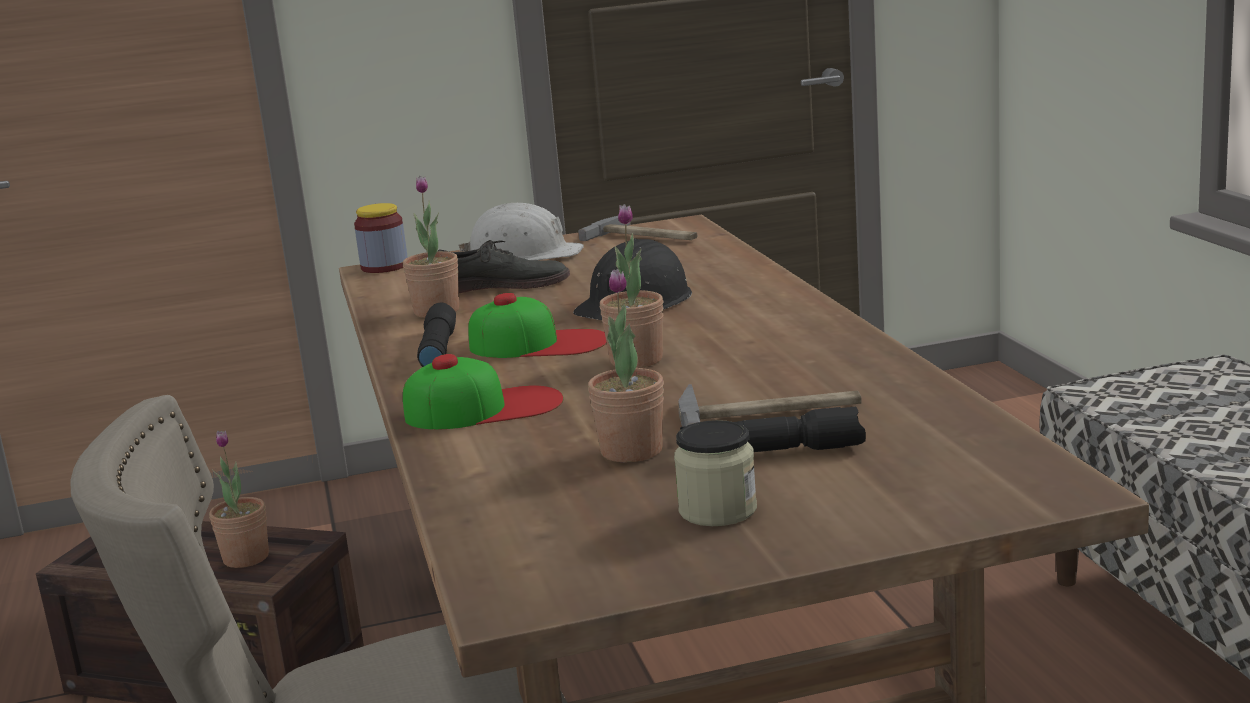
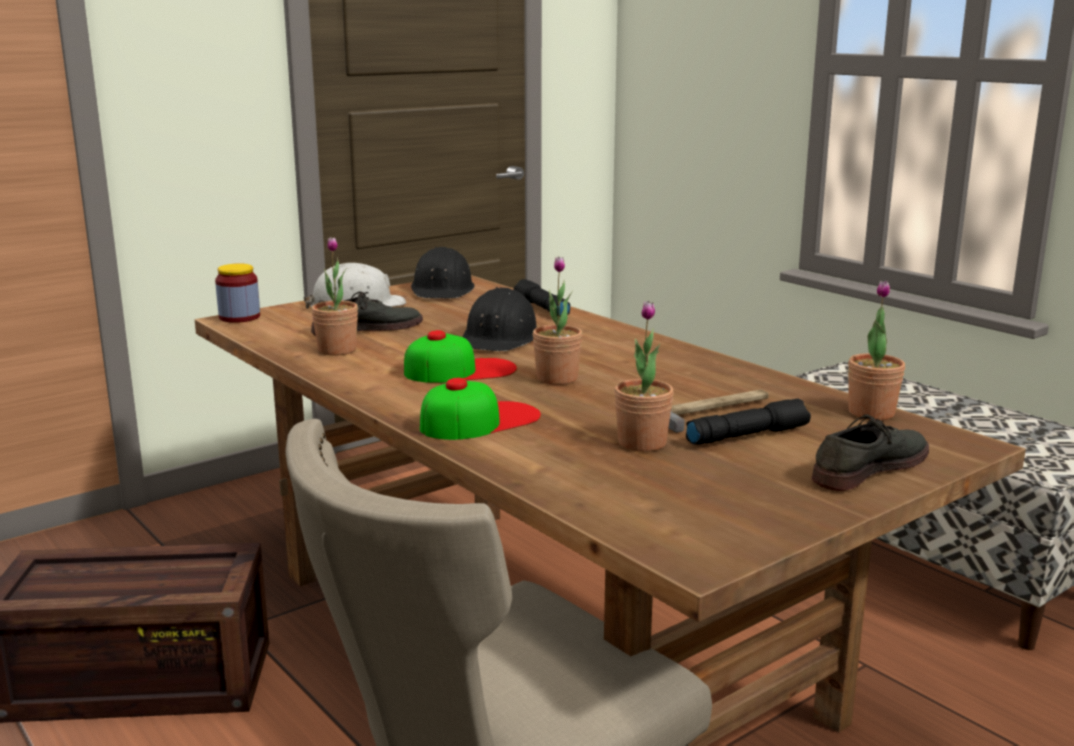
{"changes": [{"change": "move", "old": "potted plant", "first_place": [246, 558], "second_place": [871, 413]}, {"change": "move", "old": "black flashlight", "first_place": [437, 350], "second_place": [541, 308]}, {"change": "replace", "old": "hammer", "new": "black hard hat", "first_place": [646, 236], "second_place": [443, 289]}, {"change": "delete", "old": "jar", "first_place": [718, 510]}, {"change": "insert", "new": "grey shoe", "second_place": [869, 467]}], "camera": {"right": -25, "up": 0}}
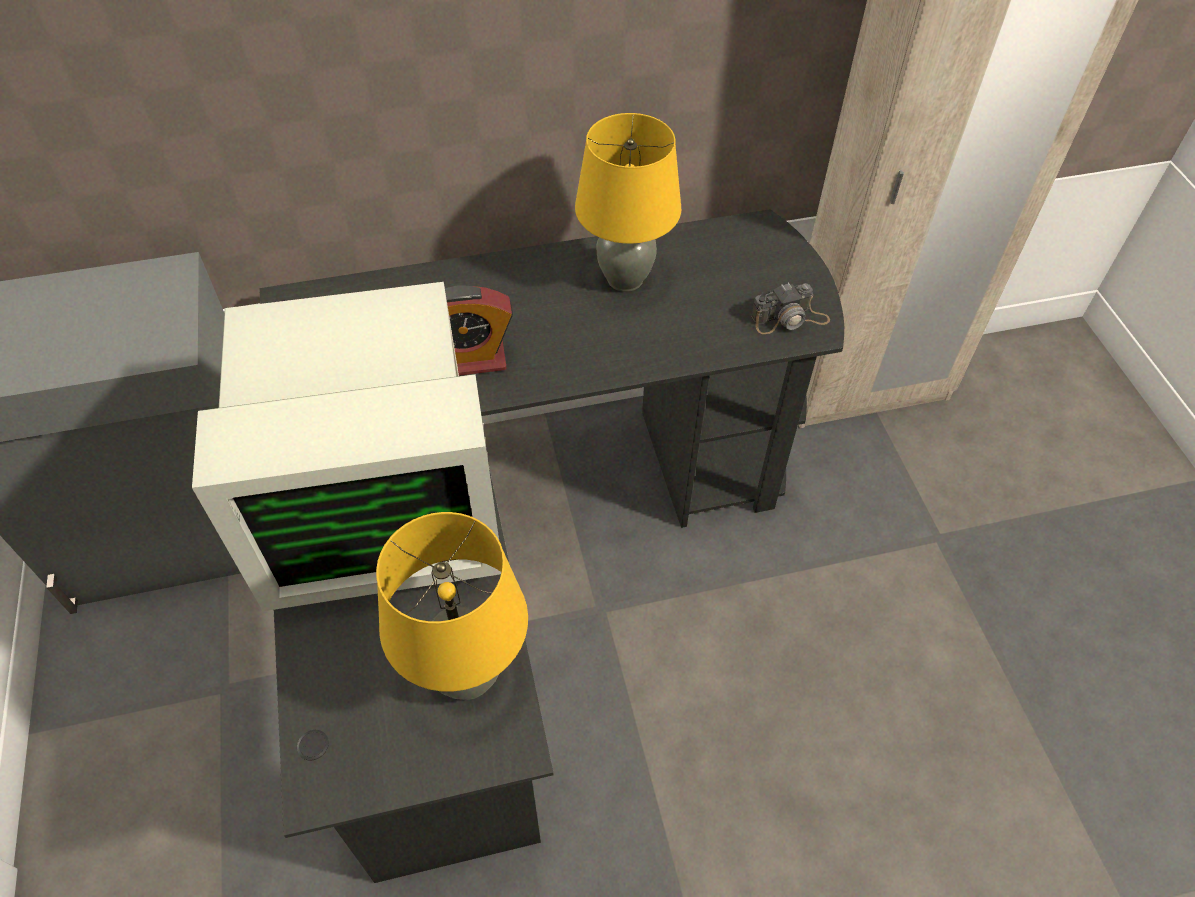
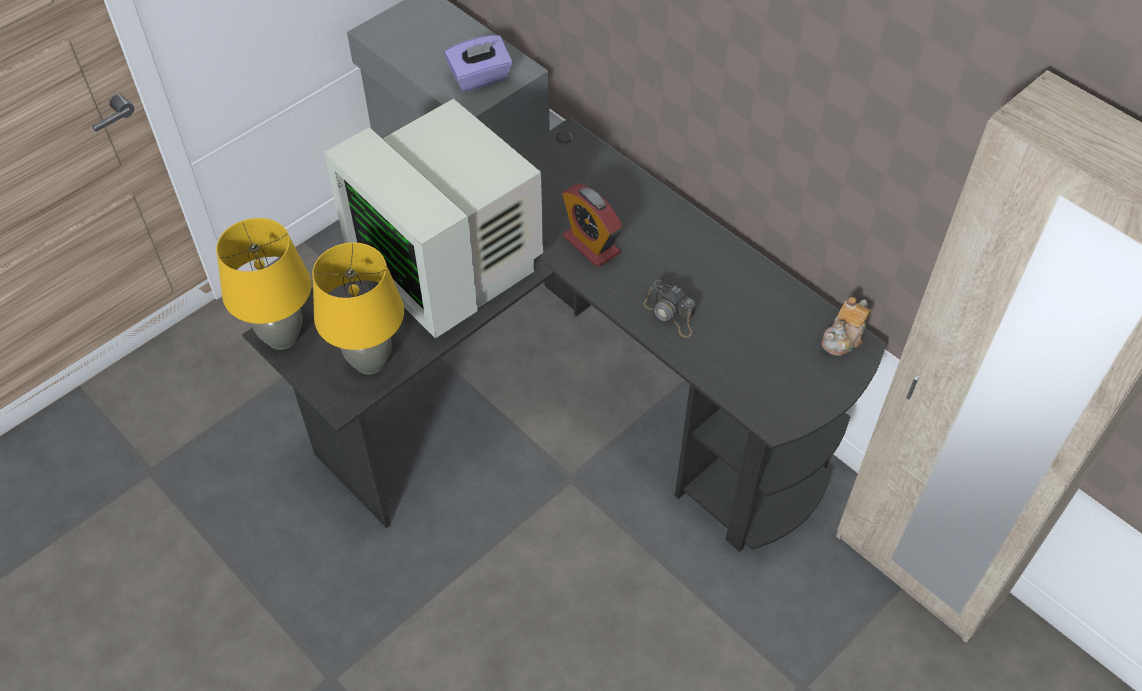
{"changes": [{"change": "move", "old": "yellow table lamp", "first_place": [625, 279], "second_place": [282, 338]}, {"change": "move", "old": "photo camera", "first_place": [789, 319], "second_place": [671, 314]}, {"change": "insert", "new": "purple tissue box", "second_place": [480, 78]}, {"change": "insert", "new": "teapot", "second_place": [843, 338]}], "camera": {"right": 60, "up": 0}}
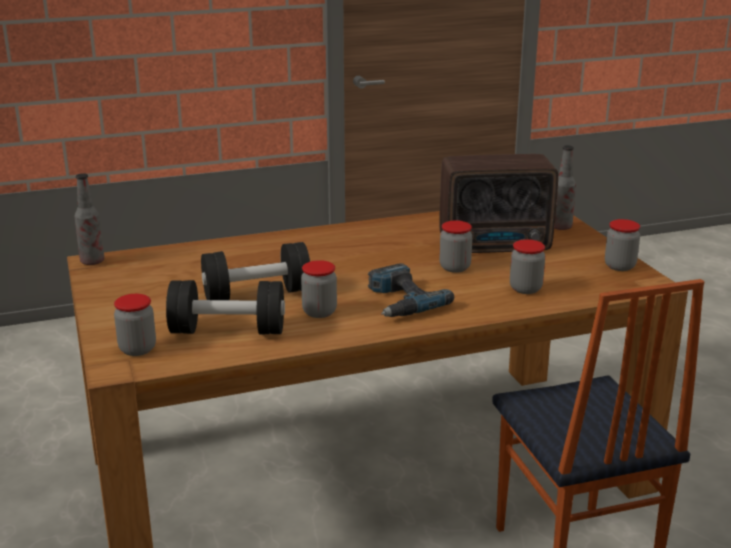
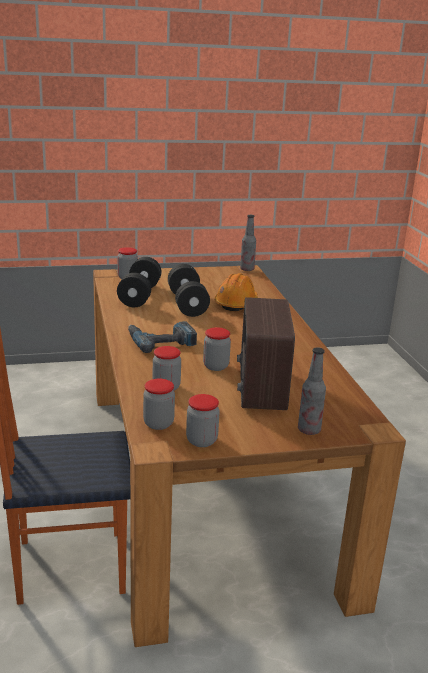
{"changes": [{"change": "move", "old": "jar", "first_place": [319, 312], "second_place": [158, 423]}, {"change": "insert", "new": "orange hard hat", "second_place": [236, 303]}], "camera": {"right": 95, "up": 0}}
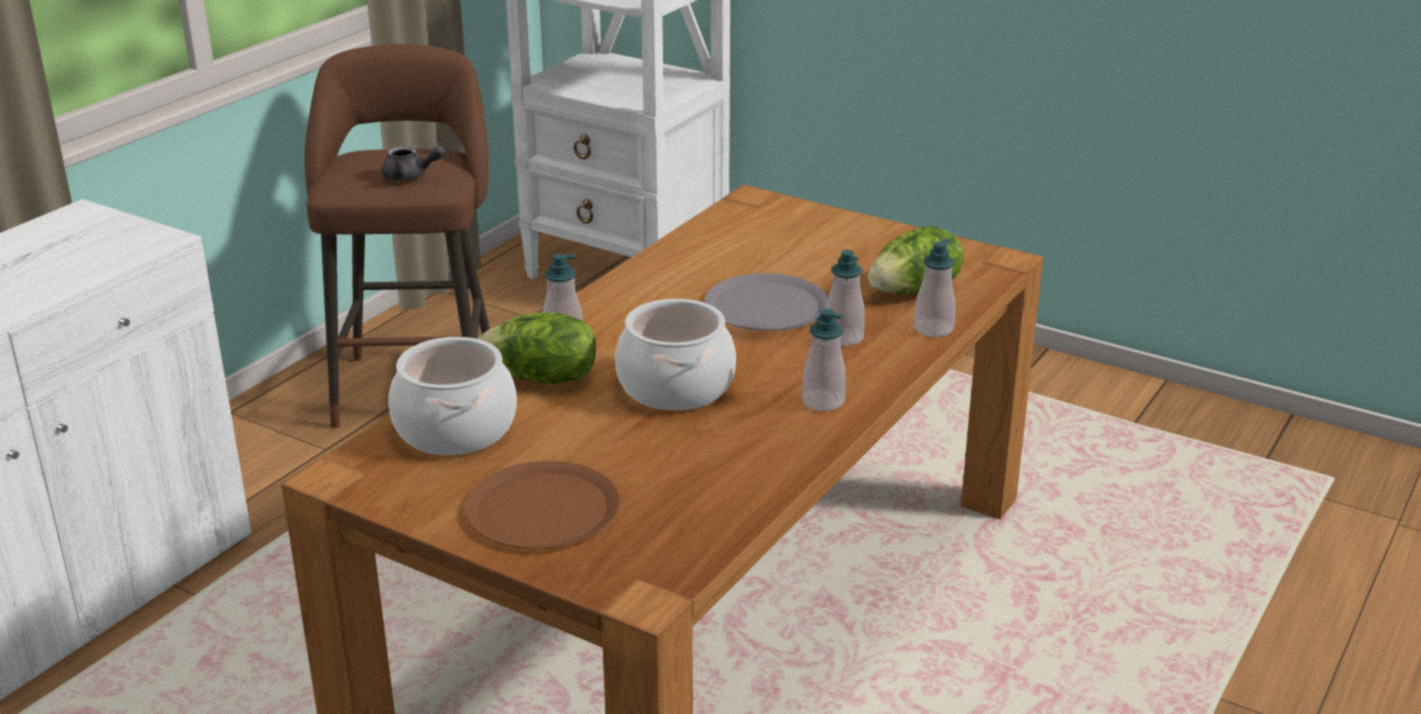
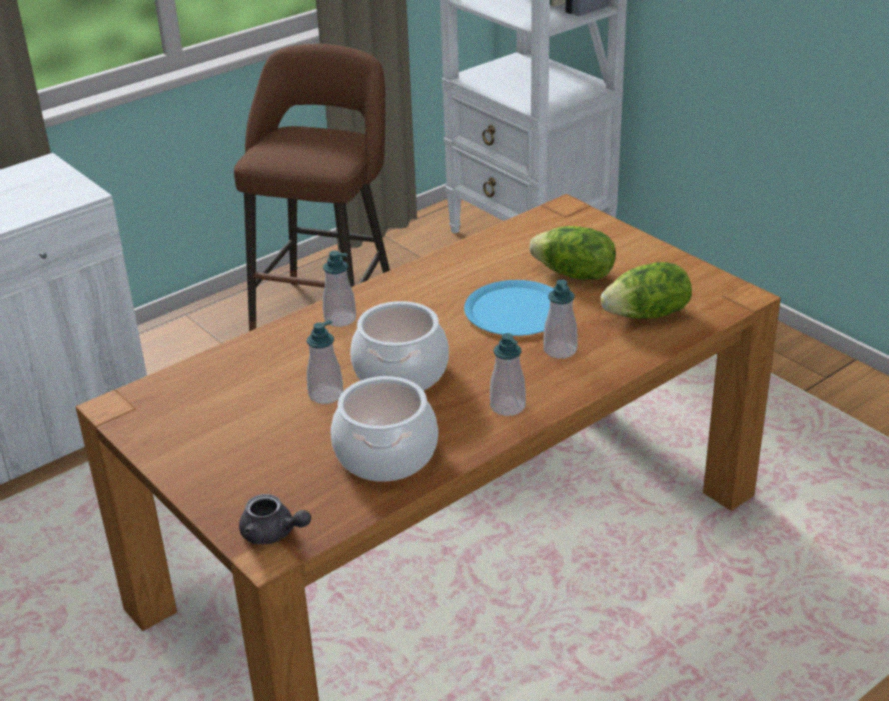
{"changes": [{"change": "move", "old": "grey teapot", "first_place": [411, 176], "second_place": [273, 534]}, {"change": "move", "old": "cooking pot", "first_place": [454, 428], "second_place": [385, 454]}, {"change": "delete", "old": "brown plate", "first_place": [542, 508]}, {"change": "move", "old": "lettuce", "first_place": [542, 379], "second_place": [574, 275]}, {"change": "recolor", "old": "grey plate", "new": "blue plate", "first_place": [766, 306], "second_place": [515, 311]}, {"change": "move", "old": "soap dispenser", "first_place": [933, 329], "second_place": [326, 394]}], "camera": {"right": 20, "up": 5}}
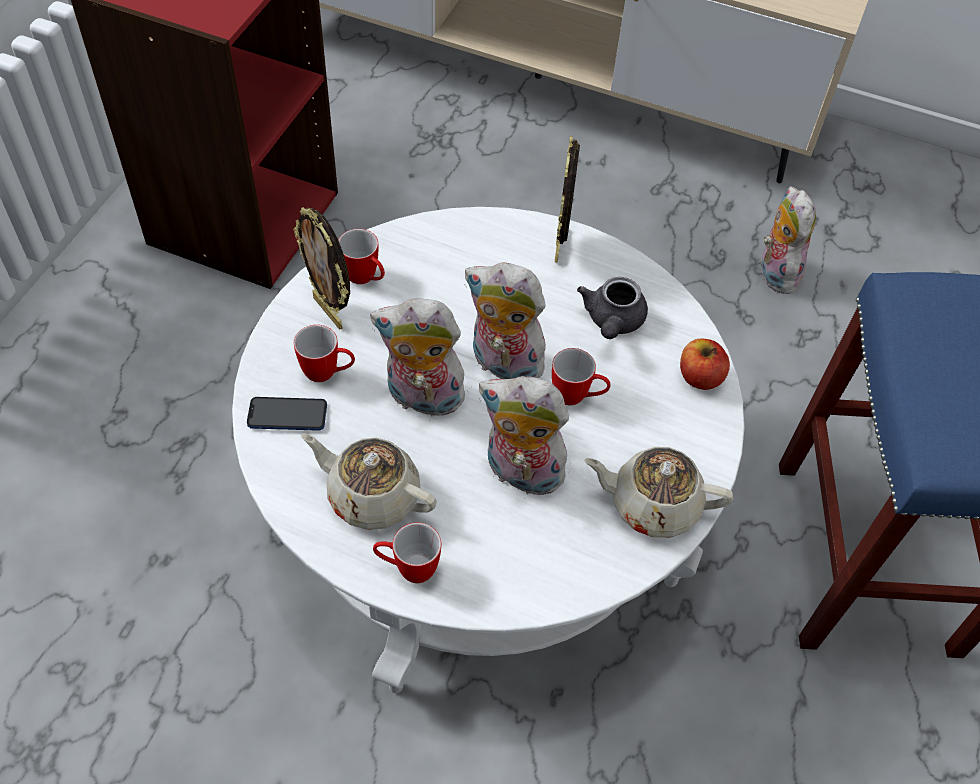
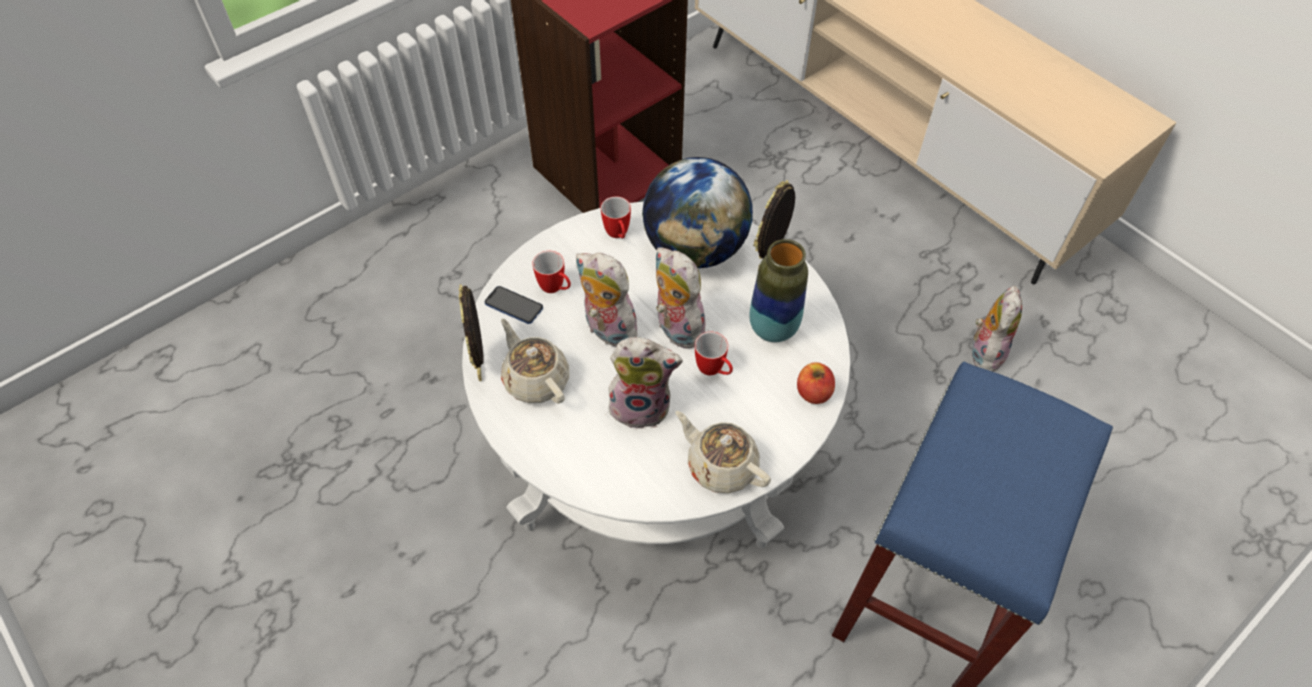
{"changes": [{"change": "move", "old": "picture frame", "first_place": [329, 312], "second_place": [481, 364]}, {"change": "delete", "old": "mug", "first_place": [407, 568]}, {"change": "rotate", "old": "plush toy", "first_place": [520, 473], "second_place": [641, 406], "degrees": 135}, {"change": "replace", "old": "grey teapot", "new": "vase", "first_place": [612, 321], "second_place": [773, 328]}, {"change": "insert", "new": "globe", "second_place": [695, 248]}], "camera": {"right": 30, "up": 0}}
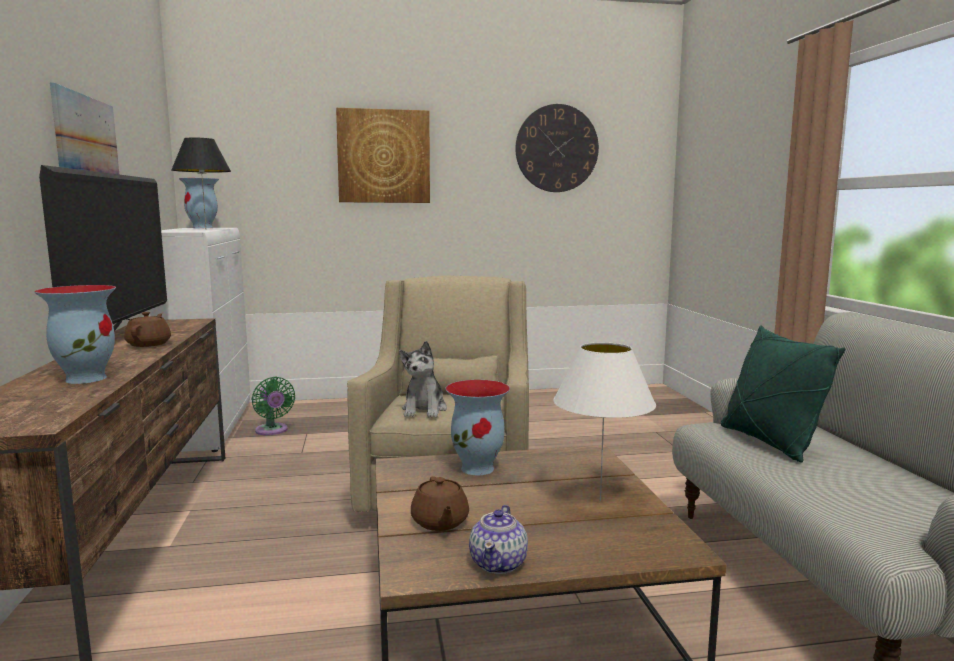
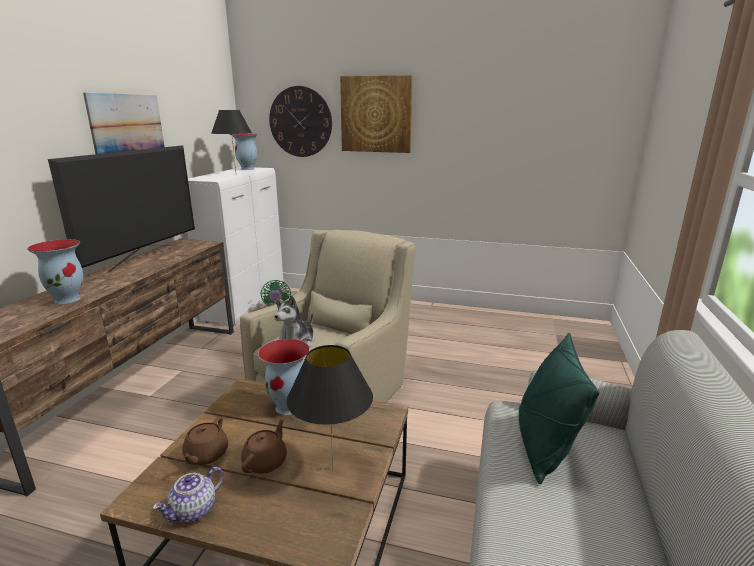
{"changes": [{"change": "move", "old": "brown teapot", "first_place": [149, 344], "second_place": [266, 461]}, {"change": "move", "old": "wall clock", "first_place": [557, 148], "second_place": [300, 122]}, {"change": "recolor", "old": "white table lamp", "new": "black table lamp", "first_place": [600, 500], "second_place": [333, 468]}], "camera": {"right": 25, "up": 10}}
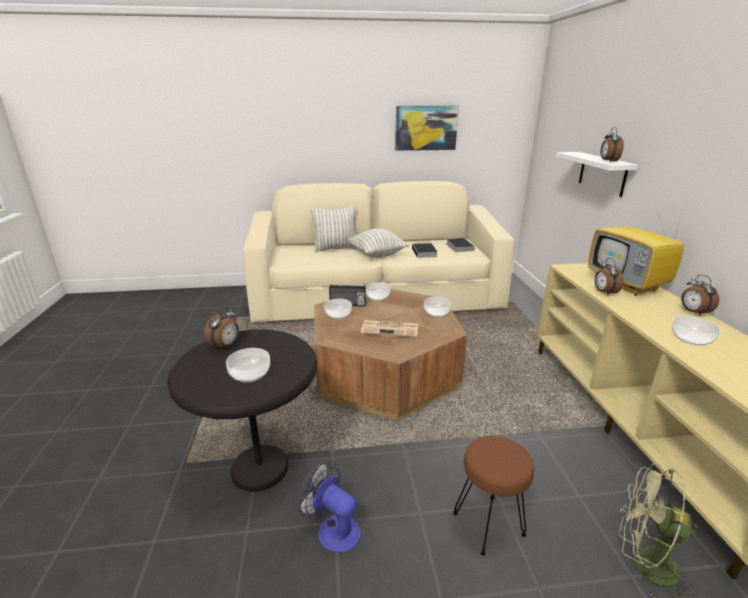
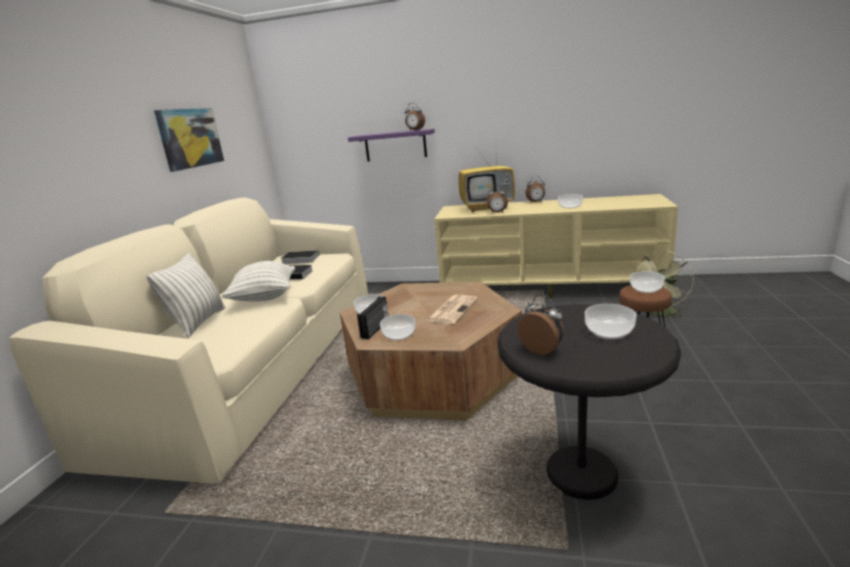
{"changes": [{"change": "delete", "old": "fan", "first_place": [333, 528]}, {"change": "move", "old": "bowl", "first_place": [436, 313], "second_place": [646, 289]}, {"change": "recolor", "old": "white shelf", "new": "purple shelf", "first_place": [602, 173], "second_place": [395, 145]}], "camera": {"right": -70, "up": -5}}
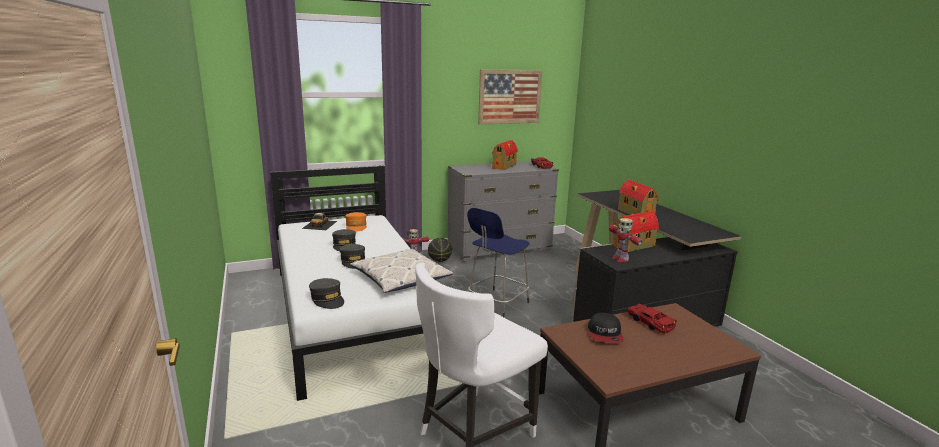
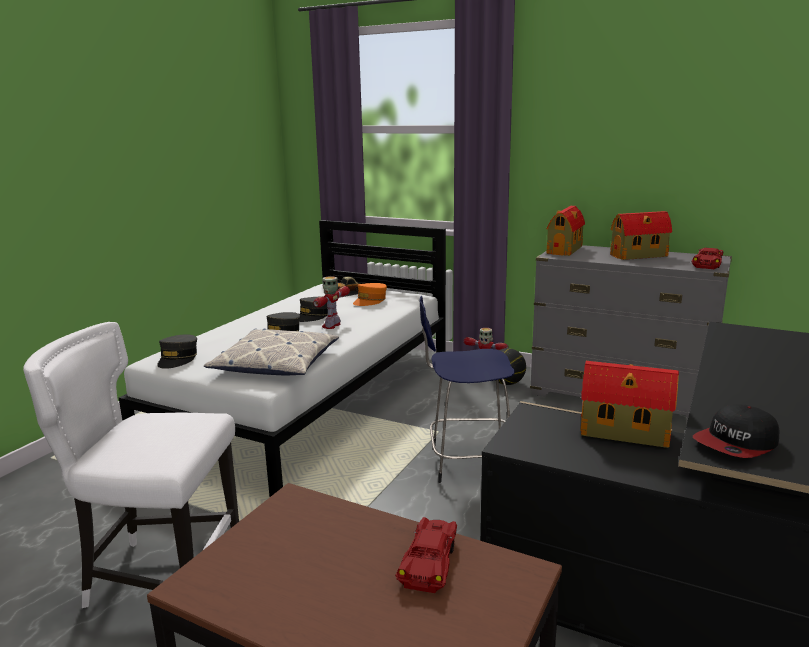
{"changes": [{"change": "delete", "old": "picture", "first_place": [510, 96]}, {"change": "move", "old": "cap", "first_place": [605, 334], "second_place": [736, 443]}, {"change": "move", "old": "toy robot", "first_place": [620, 259], "second_place": [332, 326]}, {"change": "move", "old": "toy house", "first_place": [635, 213], "second_place": [565, 250]}], "camera": {"right": 50, "up": 0}}
